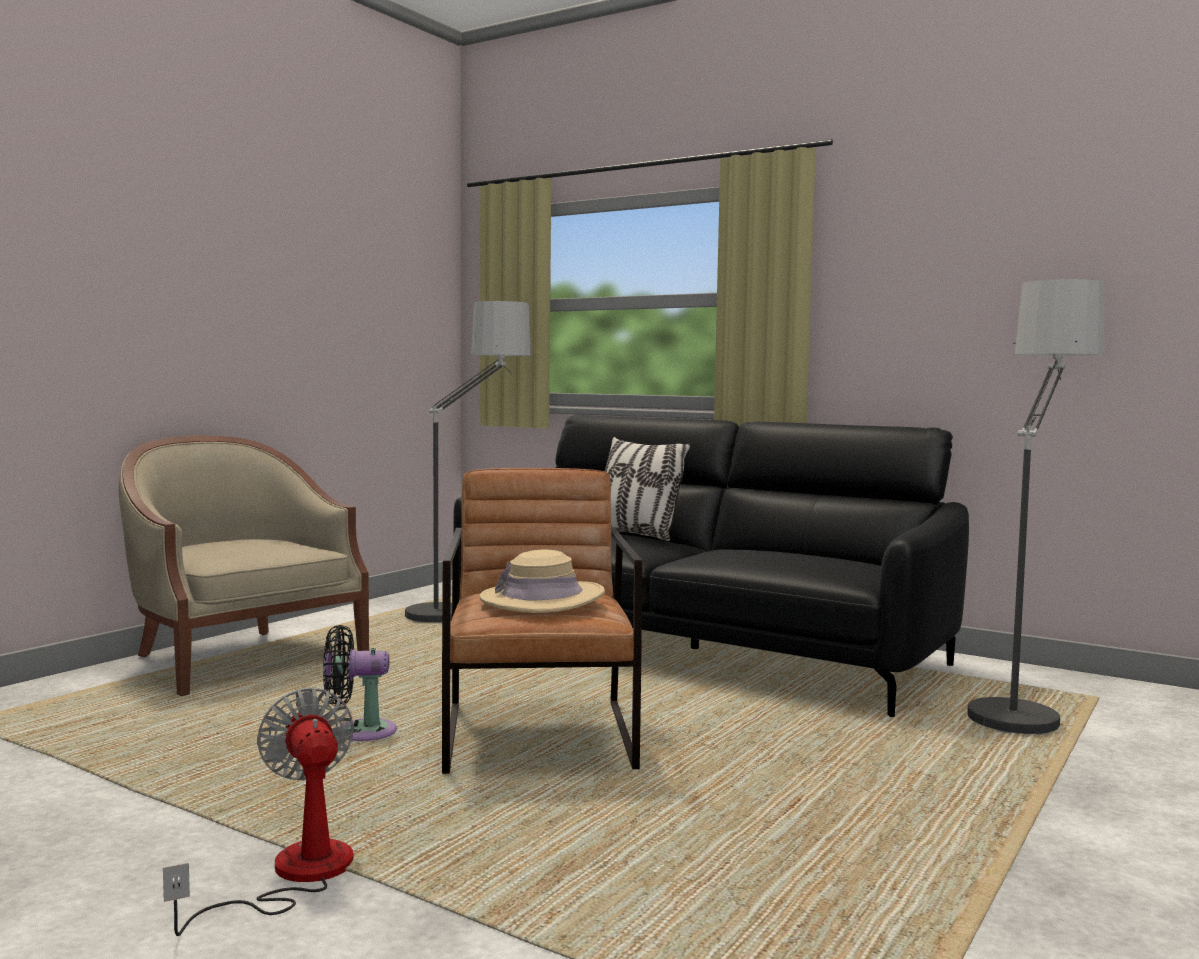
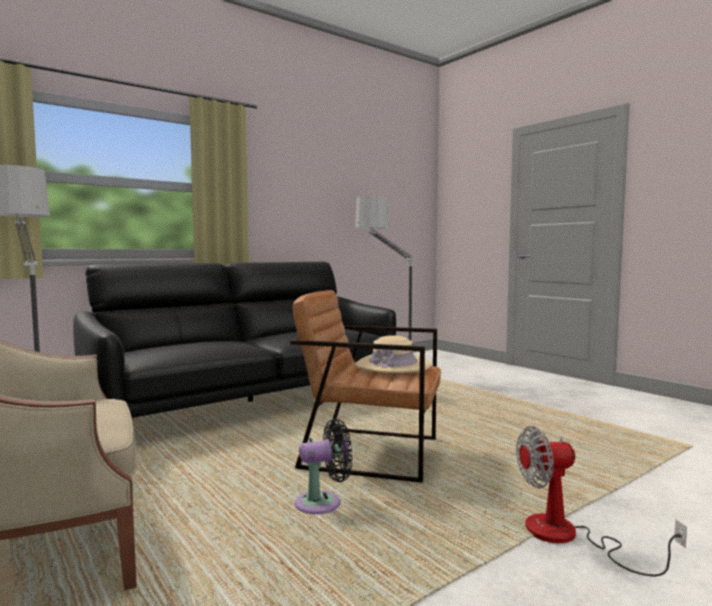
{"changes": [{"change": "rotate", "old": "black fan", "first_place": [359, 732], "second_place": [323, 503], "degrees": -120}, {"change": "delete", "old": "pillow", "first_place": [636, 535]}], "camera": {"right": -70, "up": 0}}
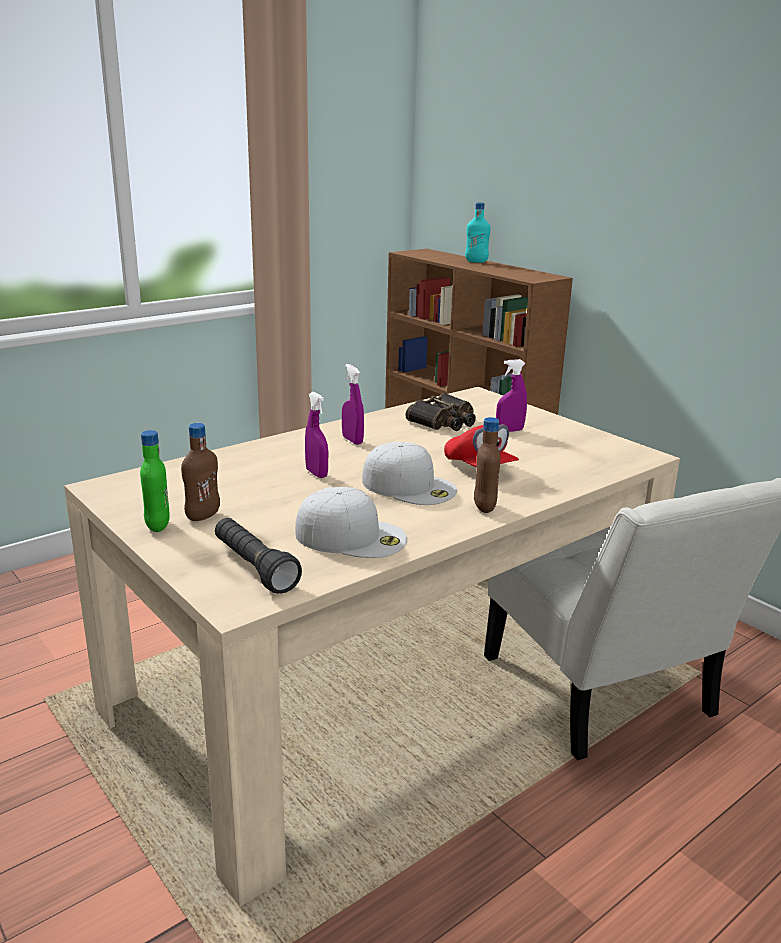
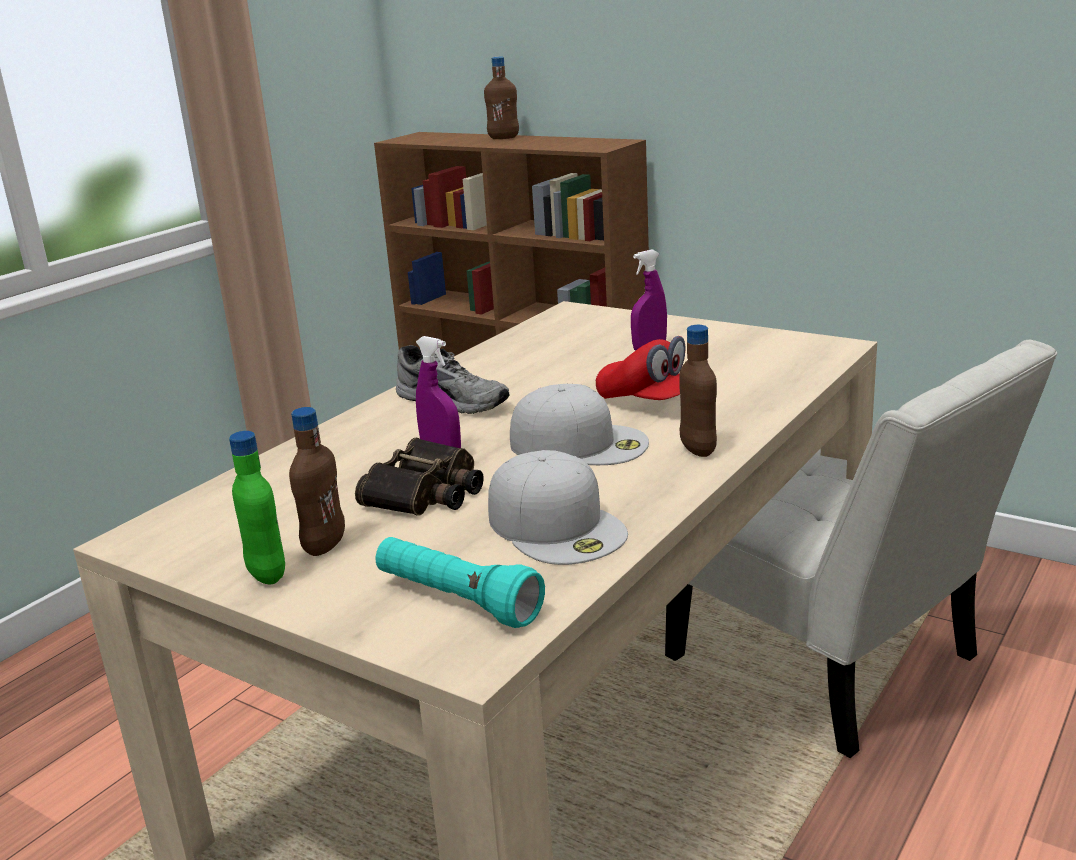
{"changes": [{"change": "recolor", "old": "black flashlight", "new": "turquoise flashlight", "first_place": [254, 568], "second_place": [457, 601]}, {"change": "rotate", "old": "white cap", "first_place": [352, 536], "second_place": [557, 525], "degrees": 60}, {"change": "replace", "old": "purple spray bottle", "new": "grey shoe", "first_place": [352, 440], "second_place": [455, 400]}, {"change": "move", "old": "binoculars", "first_place": [444, 421], "second_place": [427, 493]}, {"change": "recolor", "old": "turquoise bottle", "new": "brown bottle", "first_place": [476, 261], "second_place": [503, 138]}], "camera": {"right": -15, "up": 0}}
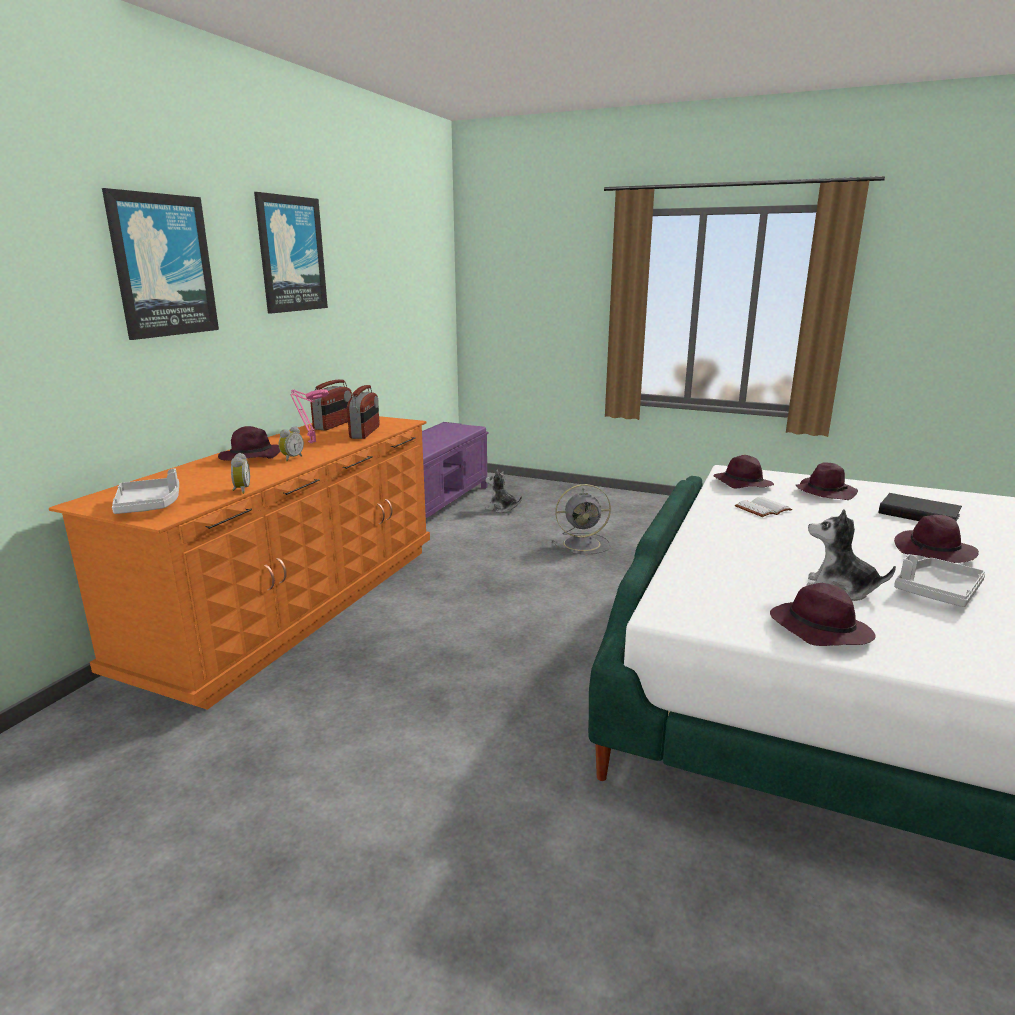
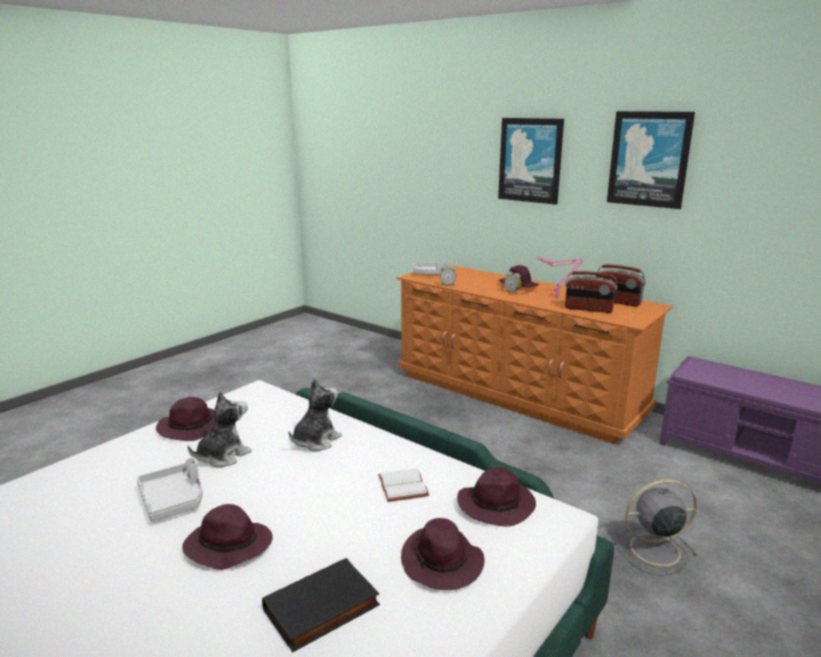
{"changes": [{"change": "move", "old": "plush toy", "first_place": [501, 509], "second_place": [315, 441]}, {"change": "rotate", "old": "grey fan", "first_place": [583, 544], "second_place": [652, 550], "degrees": 75}], "camera": {"right": 105, "up": 0}}
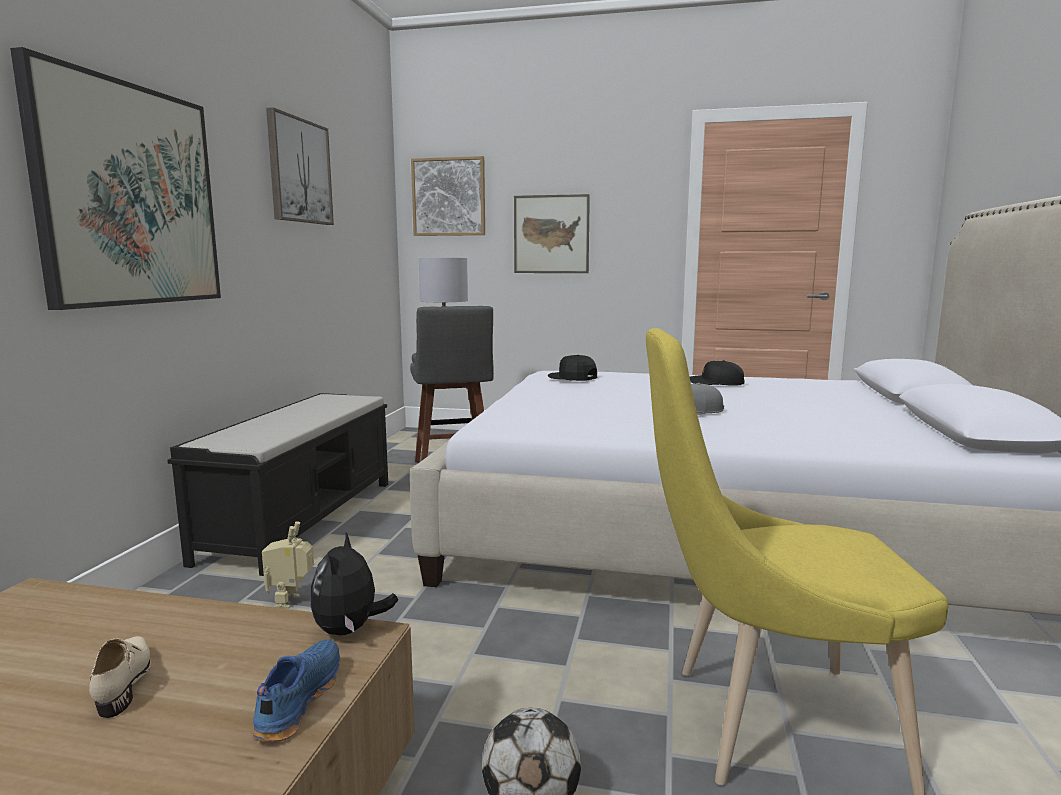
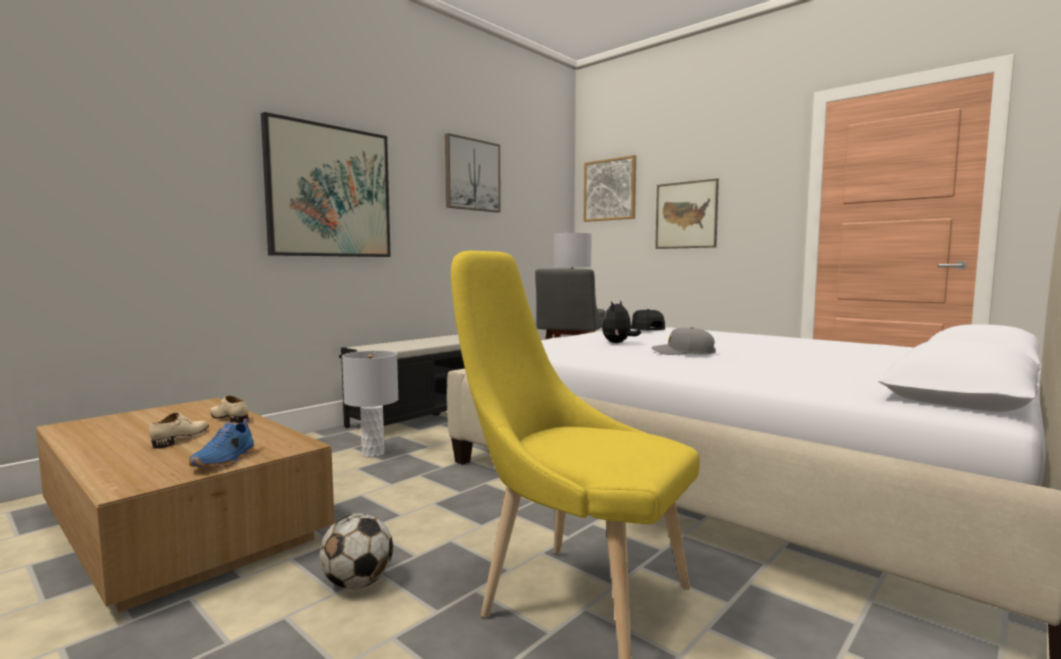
{"changes": [{"change": "rotate", "old": "blue shoe", "first_place": [297, 700], "second_place": [226, 461], "degrees": 150}, {"change": "replace", "old": "toy robot", "new": "grey table lamp", "first_place": [291, 602], "second_place": [373, 454]}, {"change": "move", "old": "plush toy", "first_place": [350, 630], "second_place": [618, 343]}, {"change": "delete", "old": "black cap", "first_place": [715, 383]}, {"change": "insert", "new": "beige shoe", "second_place": [229, 418]}], "camera": {"right": 30, "up": -5}}
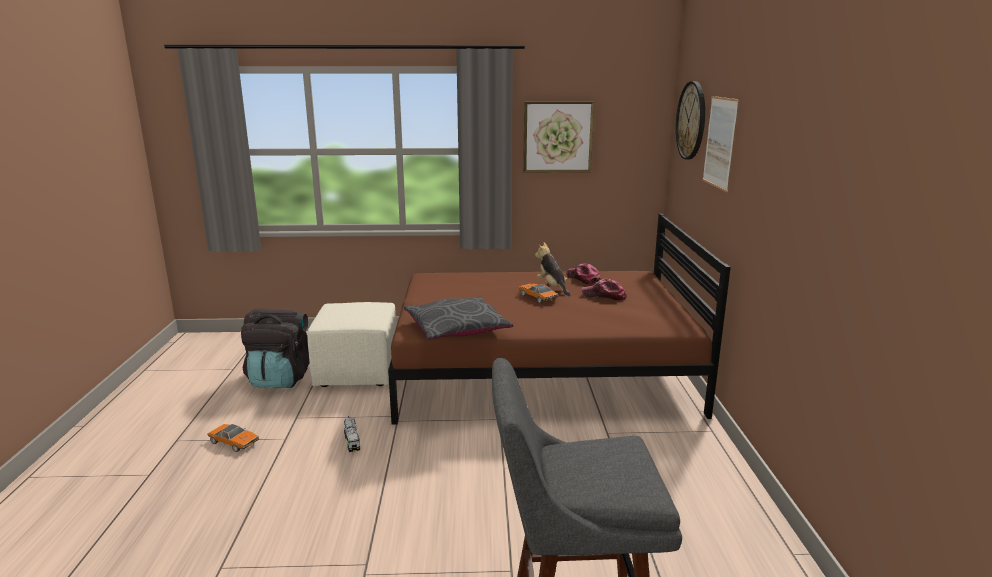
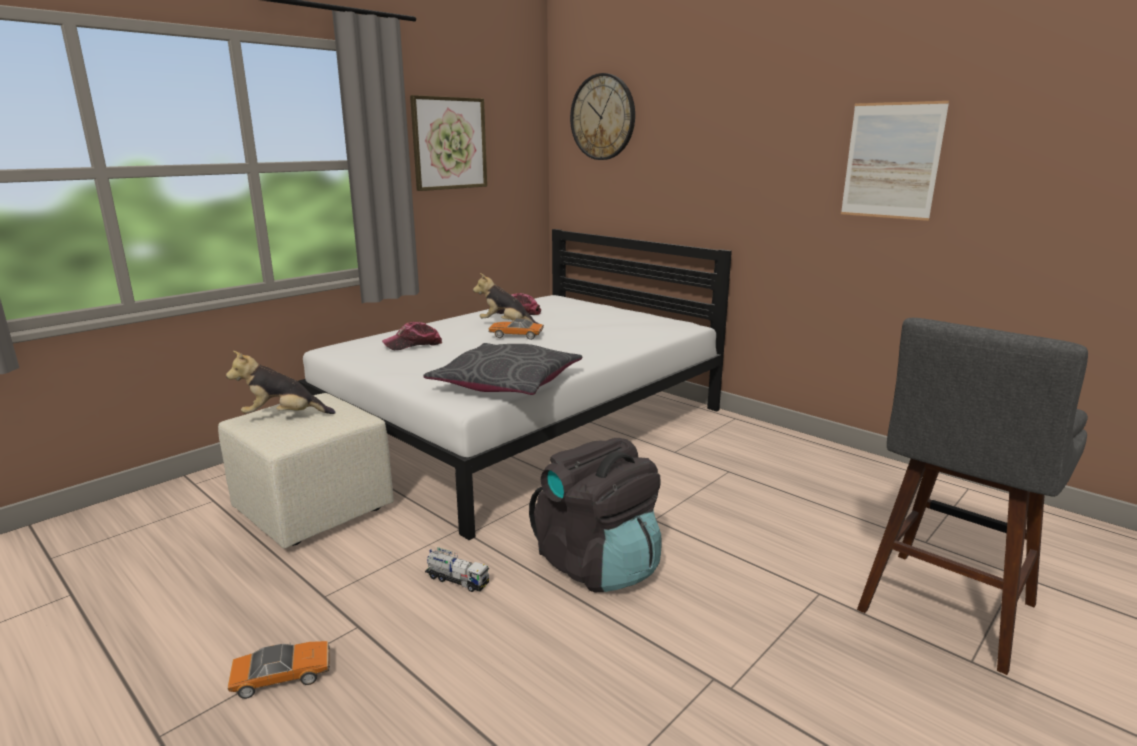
{"changes": [{"change": "move", "old": "black backpack", "first_place": [280, 378], "second_place": [598, 564]}, {"change": "recolor", "old": "brown bed", "new": "white bed", "first_place": [541, 370], "second_place": [525, 426]}, {"change": "move", "old": "cap", "first_place": [604, 296], "second_place": [413, 344]}, {"change": "move", "old": "picture", "first_place": [720, 142], "second_place": [891, 161]}, {"change": "insert", "new": "plush toy", "second_place": [283, 416]}], "camera": {"right": -45, "up": 0}}
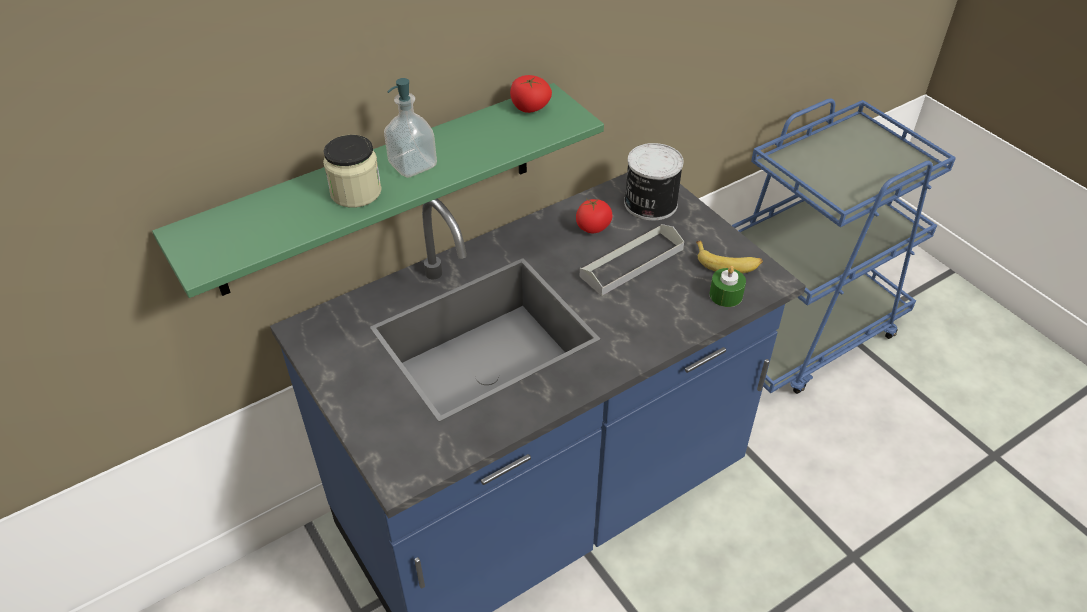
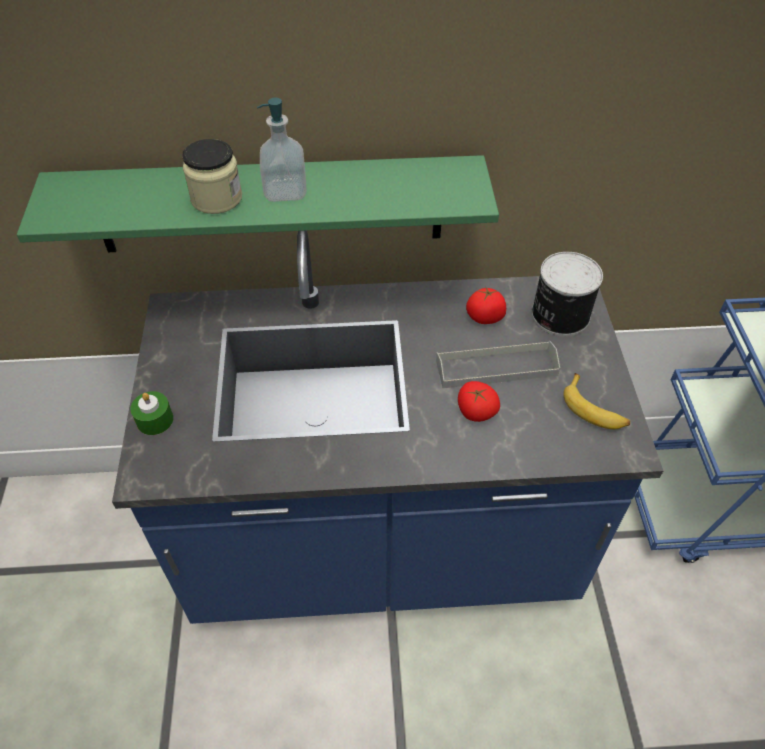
{"changes": [{"change": "move", "old": "tomato", "first_place": [530, 108], "second_place": [475, 412]}, {"change": "move", "old": "green candle", "first_place": [726, 295], "second_place": [155, 420]}], "camera": {"right": 30, "up": 5}}
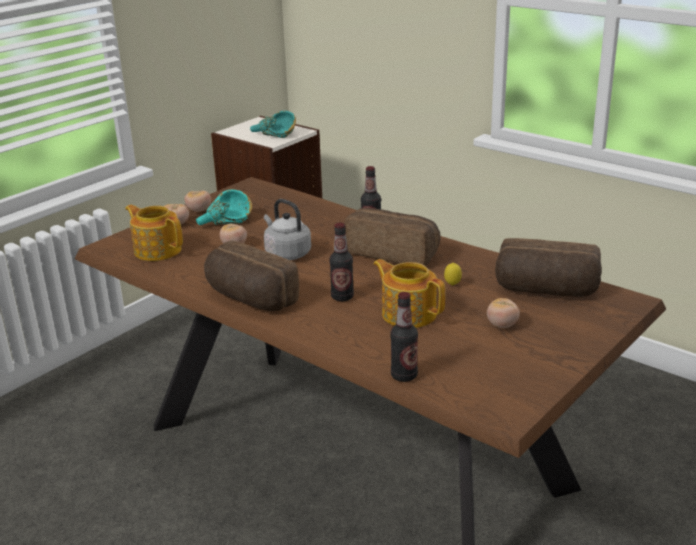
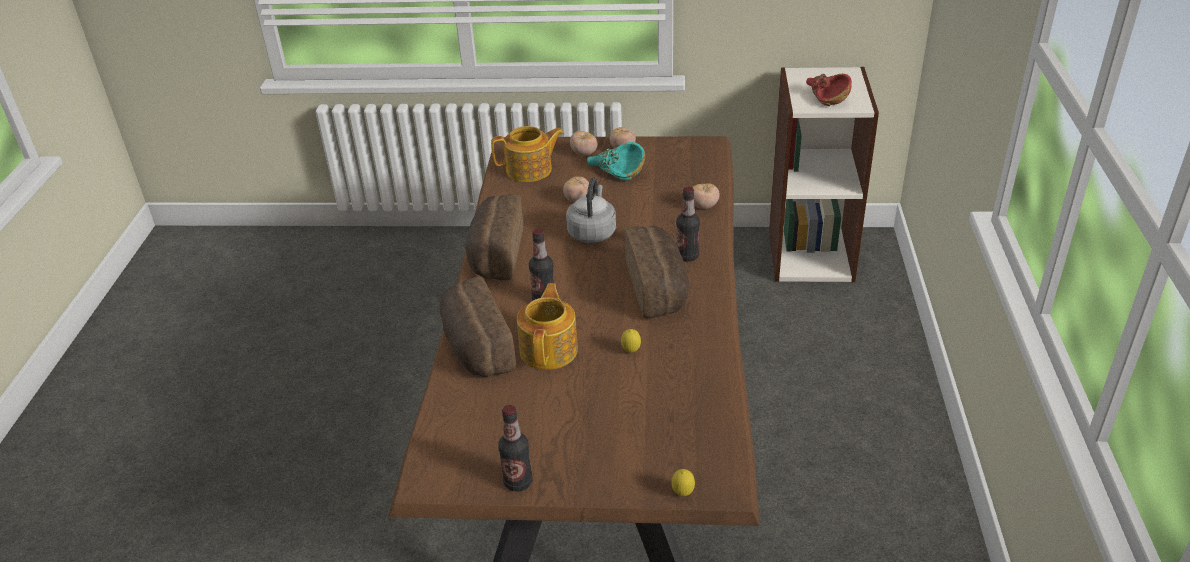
{"changes": [{"change": "rotate", "old": "teapot", "first_place": [157, 250], "second_place": [530, 170], "degrees": 75}, {"change": "recolor", "old": "turquoise bowl", "new": "red bowl", "first_place": [273, 135], "second_place": [824, 98]}, {"change": "move", "old": "bottle", "first_place": [404, 376], "second_place": [518, 482]}, {"change": "move", "old": "tomato", "first_place": [502, 325], "second_place": [703, 206]}, {"change": "move", "old": "bread", "first_place": [546, 291], "second_place": [475, 348]}, {"change": "insert", "new": "lemon", "second_place": [683, 494]}], "camera": {"right": 55, "up": 10}}
